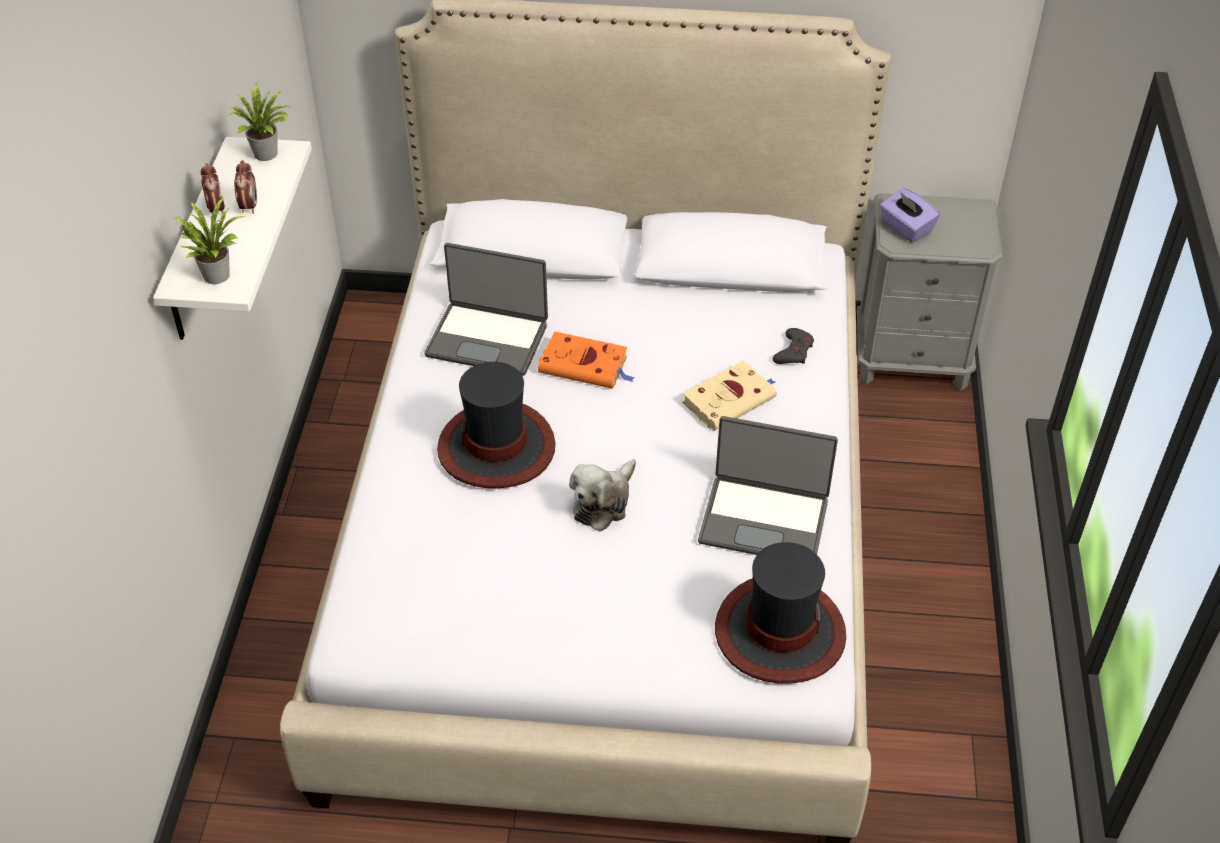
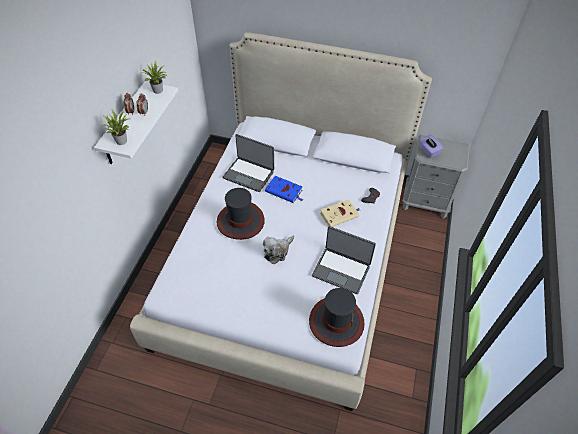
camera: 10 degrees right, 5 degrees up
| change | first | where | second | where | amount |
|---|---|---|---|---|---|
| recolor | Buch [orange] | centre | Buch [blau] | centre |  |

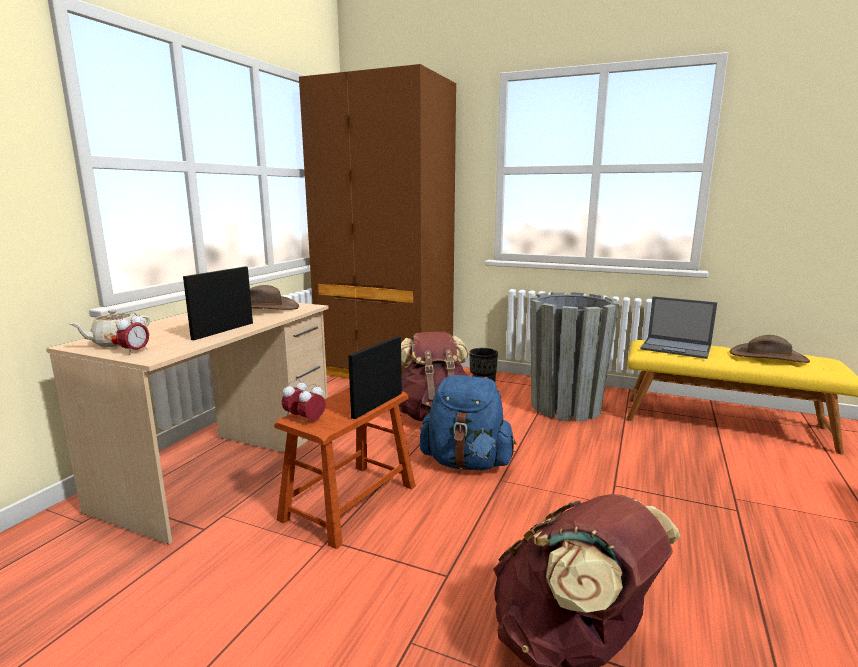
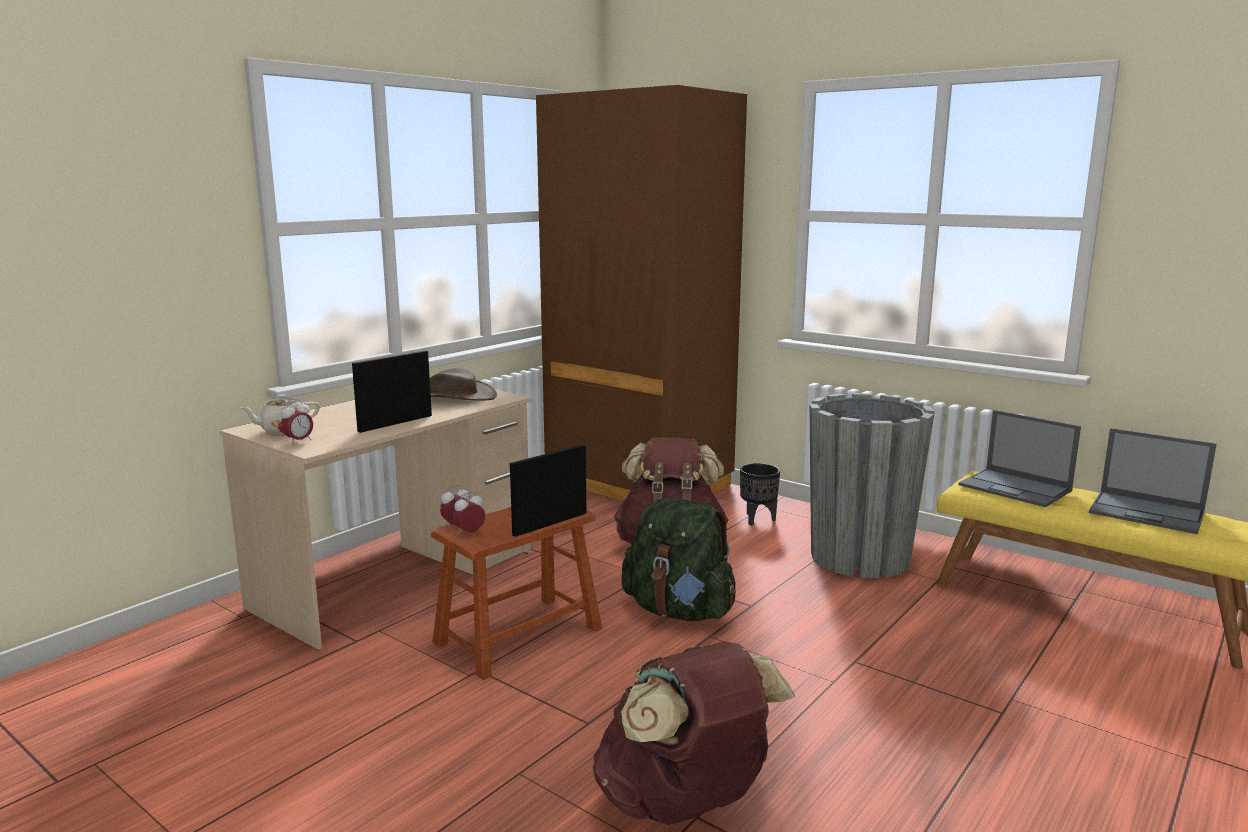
camera: 15 degrees right, 0 degrees up
| change | first | where | second | where | amount |
|---|---|---|---|---|---|
| recolor | Rucksack [blau] | centre | Rucksack [grün] | bottom centre |  |
| replace | Hut [braun] (2nd from left) | middle right | Laptop (2nd from left) | middle right |  |

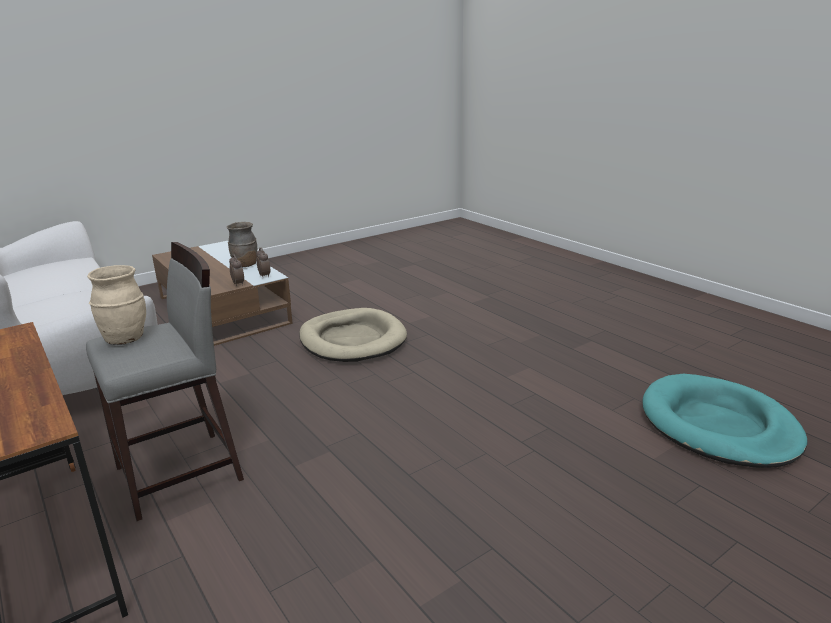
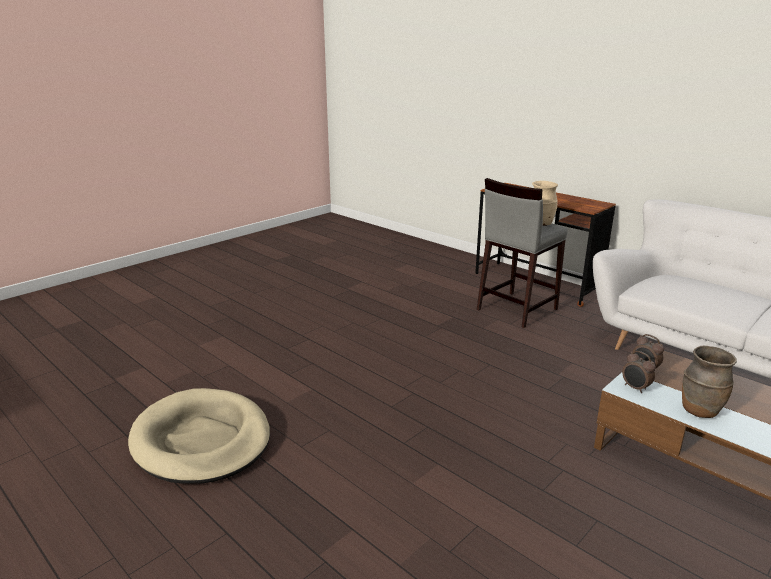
camera: 170 degrees right, 0 degrees up
| change | first | where | second | where | amount |
|---|---|---|---|---|---|
| move | Hundebett [beige] | centre |  | bottom left |  |
| delete | Hundebett [türkis] | bottom right |  |  |  |

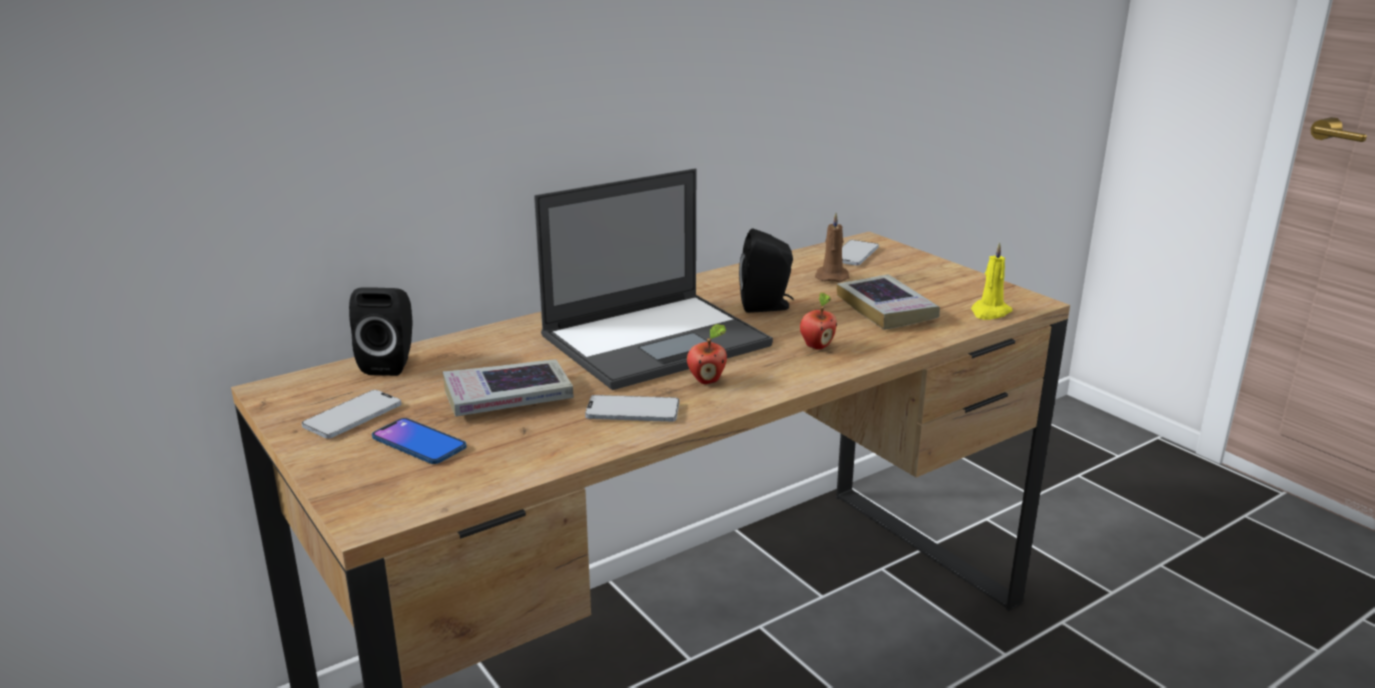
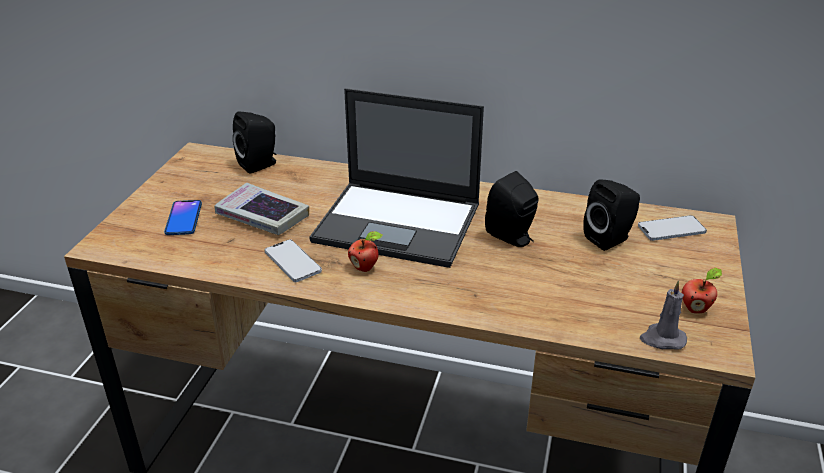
camera: 50 degrees right, 10 degrees up
| change | first | where | second | where | amount |
|---|---|---|---|---|---|
| replace | Kerze [braun] | centre | Lautsprecher [schwarz] (3rd from left) | middle right |  |
| recolor | Kerze [gelb] | middle right | Kerze [grau] | middle right |  |
| move | Apfel (2nd from left) | centre |  | middle right |  |
| delete | Handy (1st from left) | middle left |  |  |  |
| delete | Buch (2nd from left) | centre |  |  |  |

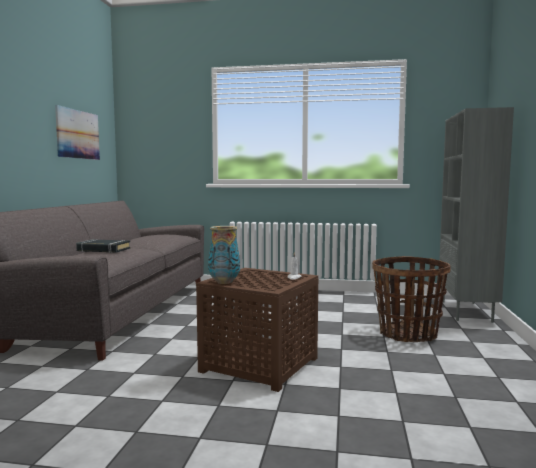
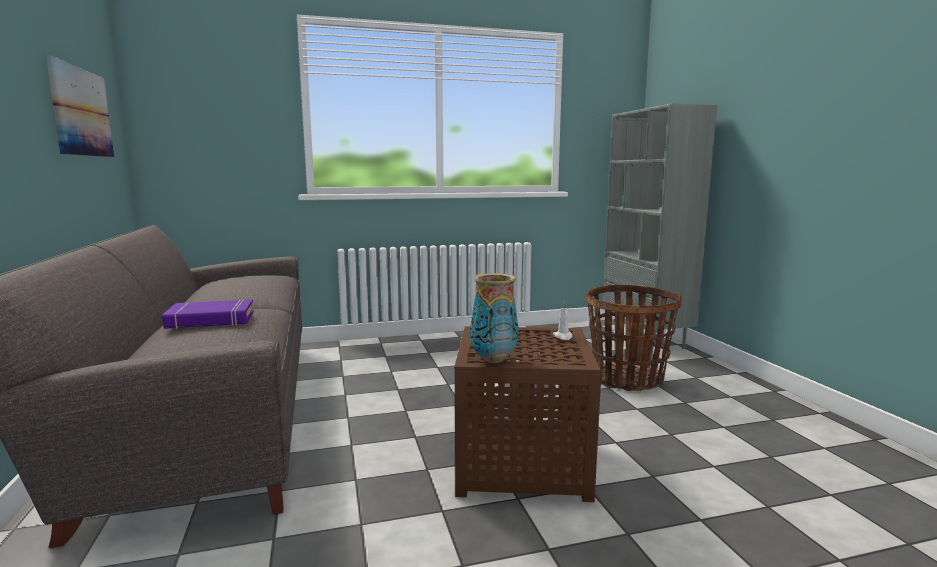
camera: 25 degrees left, 5 degrees up
| change | first | where | second | where | amount |
|---|---|---|---|---|---|
| recolor | Buch [schwarz] | middle left | Buch [lila] | middle left |  |

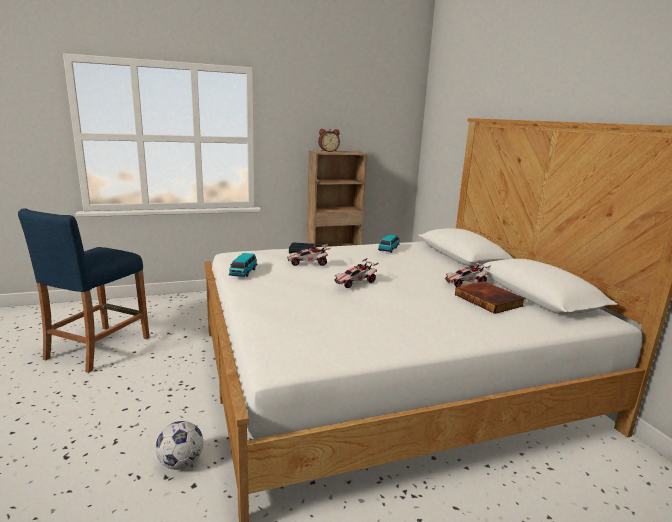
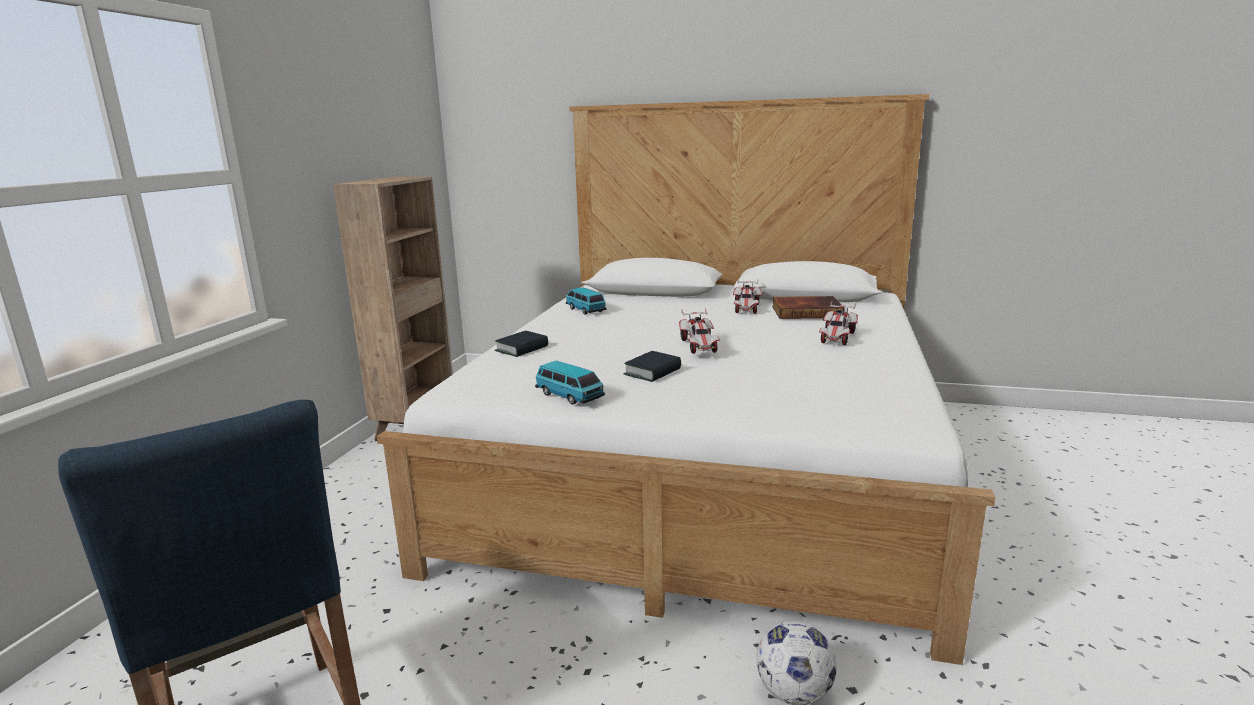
camera: 55 degrees left, 0 degrees up
| change | first | where | second | where | amount |
|---|---|---|---|---|---|
| insert |  |  | Buch (2nd from left) | centre |  |
| move | Spielzeugauto (2nd from left in the first image) | centre | Spielzeugauto (5th from left) | middle right |  |
| delete | Wecker | top centre |  |  |  |

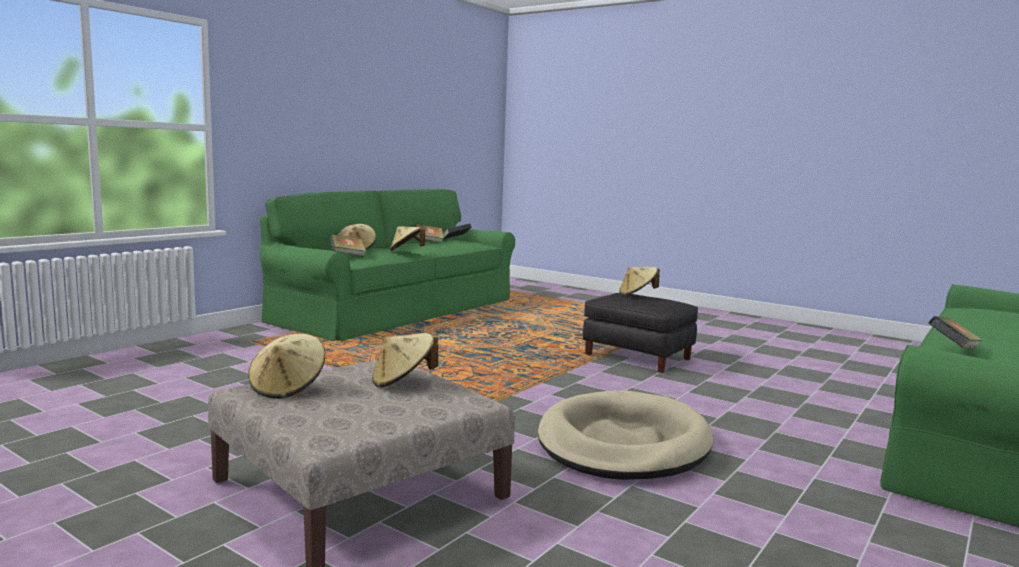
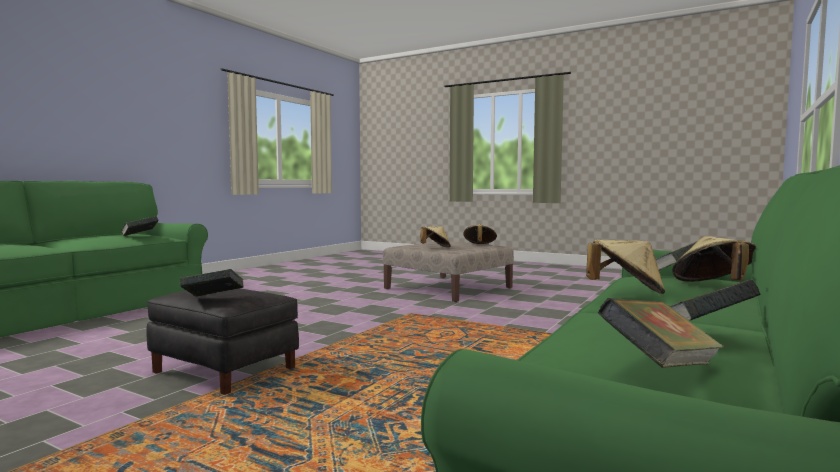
camera: 175 degrees right, 5 degrees down
| change | first | where | second | where | amount |
|---|---|---|---|---|---|
| replace | Hut [beige] (5th from left) | centre | Buch (2nd from left) | middle left |  |
| delete | Hundebett [beige] | bottom centre |  |  |  |

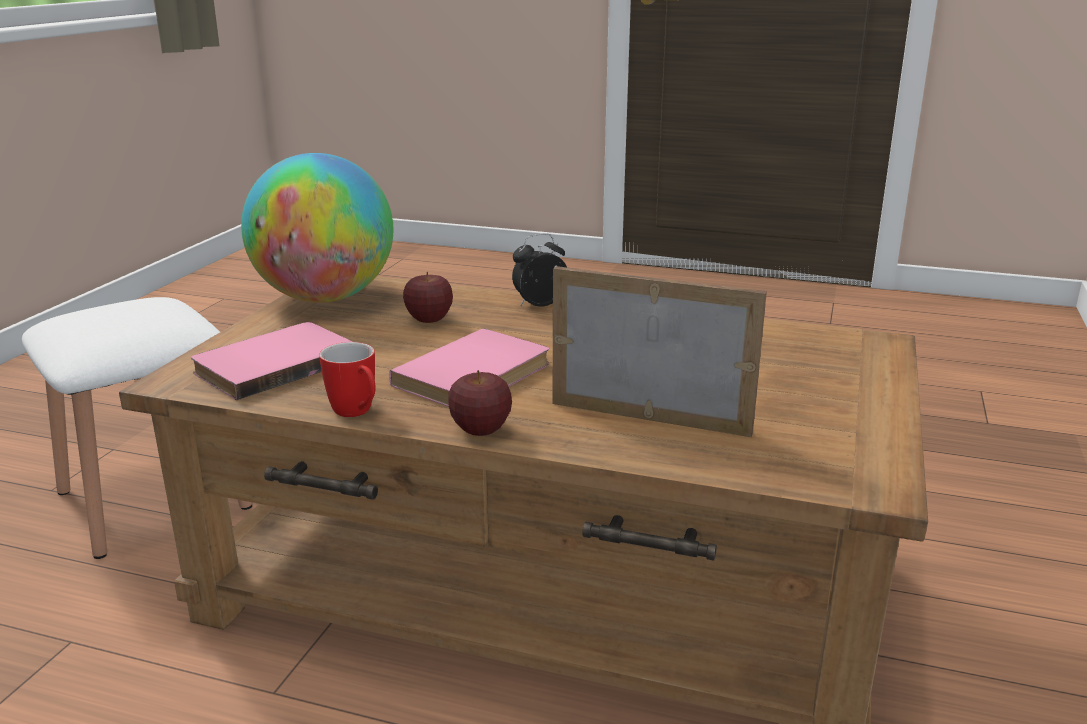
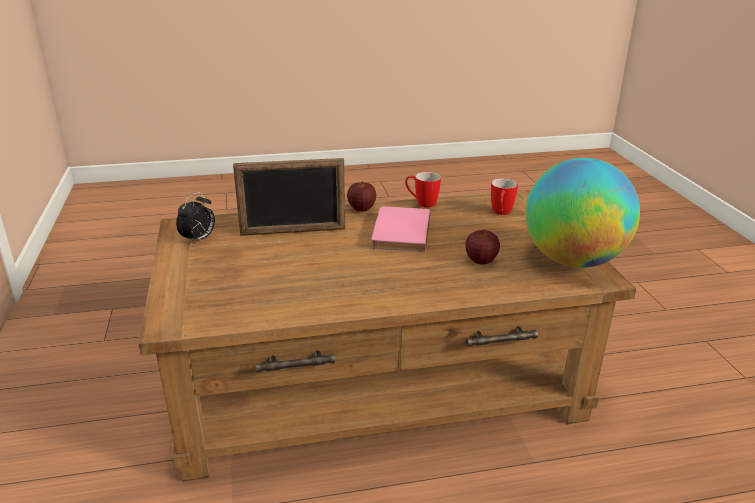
camera: 150 degrees right, 5 degrees up
| change | first | where | second | where | amount |
|---|---|---|---|---|---|
| move | Wecker | centre |  | middle left |  |
| replace | Buch [rosa] (1st from left) | middle left | Henkelbecher (2nd from left) | middle right |  |
| delete | Hocker [weiß] | middle left |  |  |  |

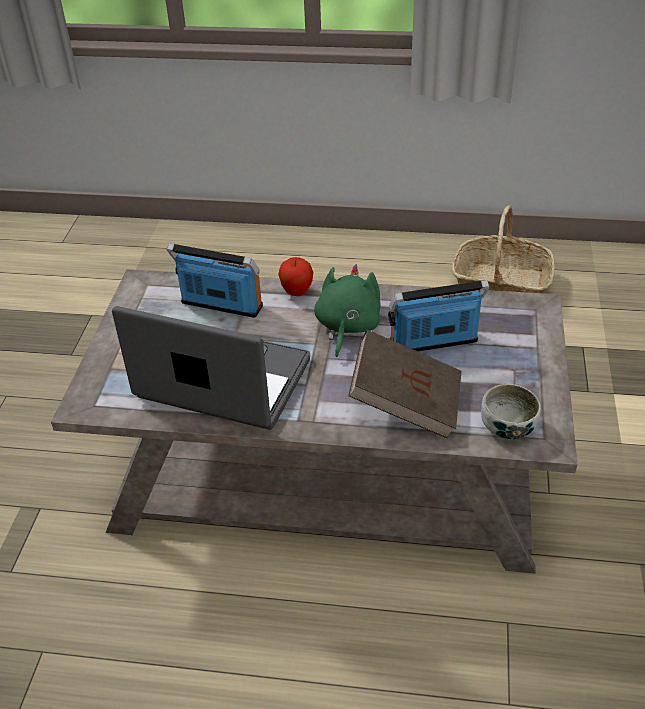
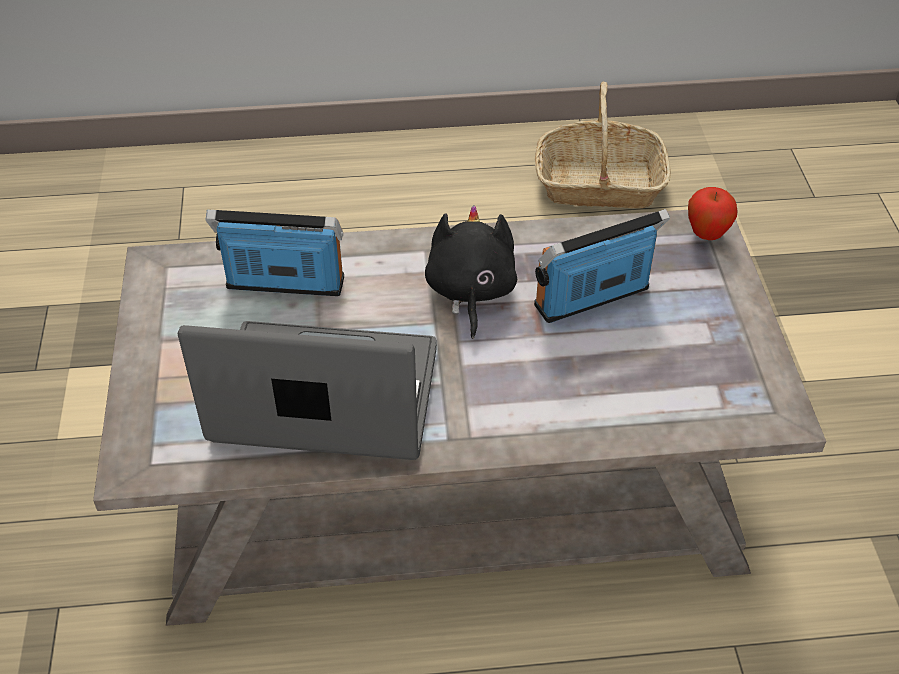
camera: 15 degrees left, 5 degrees up
| change | first | where | second | where | amount |
|---|---|---|---|---|---|
| recolor | Plüschtier [grün] | centre | Plüschtier [schwarz] | centre |  |
| move | Apfel | centre |  | top right |  |
| delete | Buch [braun] | centre |  |  |  |
| delete | Schüssel | middle right |  |  |  |

